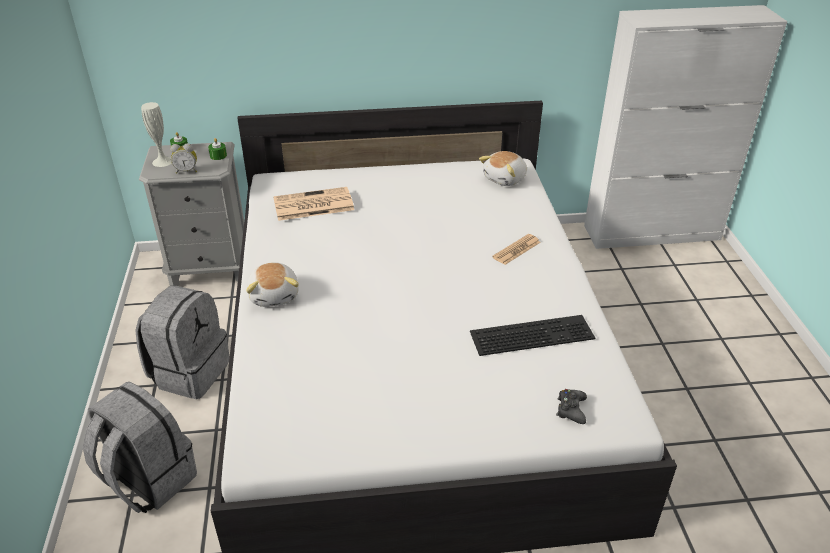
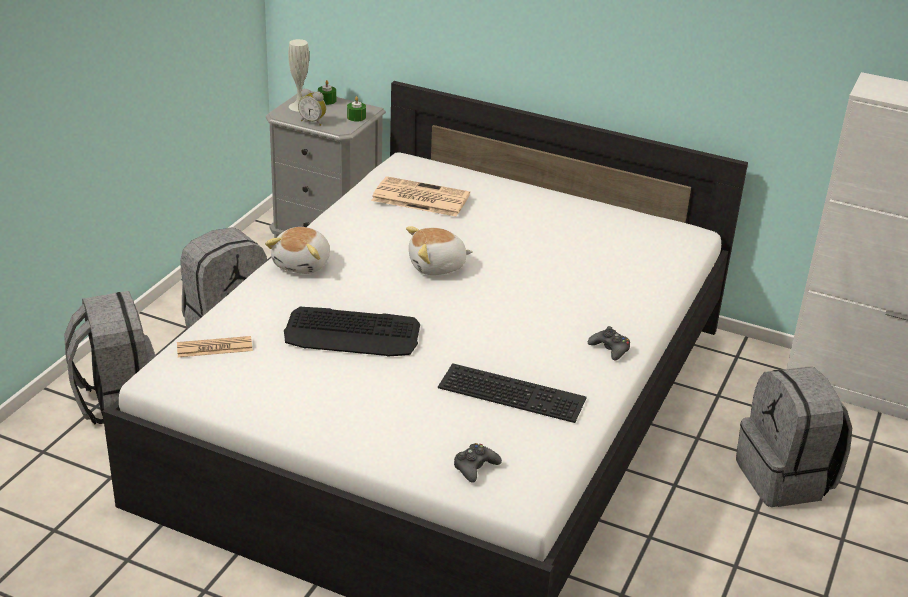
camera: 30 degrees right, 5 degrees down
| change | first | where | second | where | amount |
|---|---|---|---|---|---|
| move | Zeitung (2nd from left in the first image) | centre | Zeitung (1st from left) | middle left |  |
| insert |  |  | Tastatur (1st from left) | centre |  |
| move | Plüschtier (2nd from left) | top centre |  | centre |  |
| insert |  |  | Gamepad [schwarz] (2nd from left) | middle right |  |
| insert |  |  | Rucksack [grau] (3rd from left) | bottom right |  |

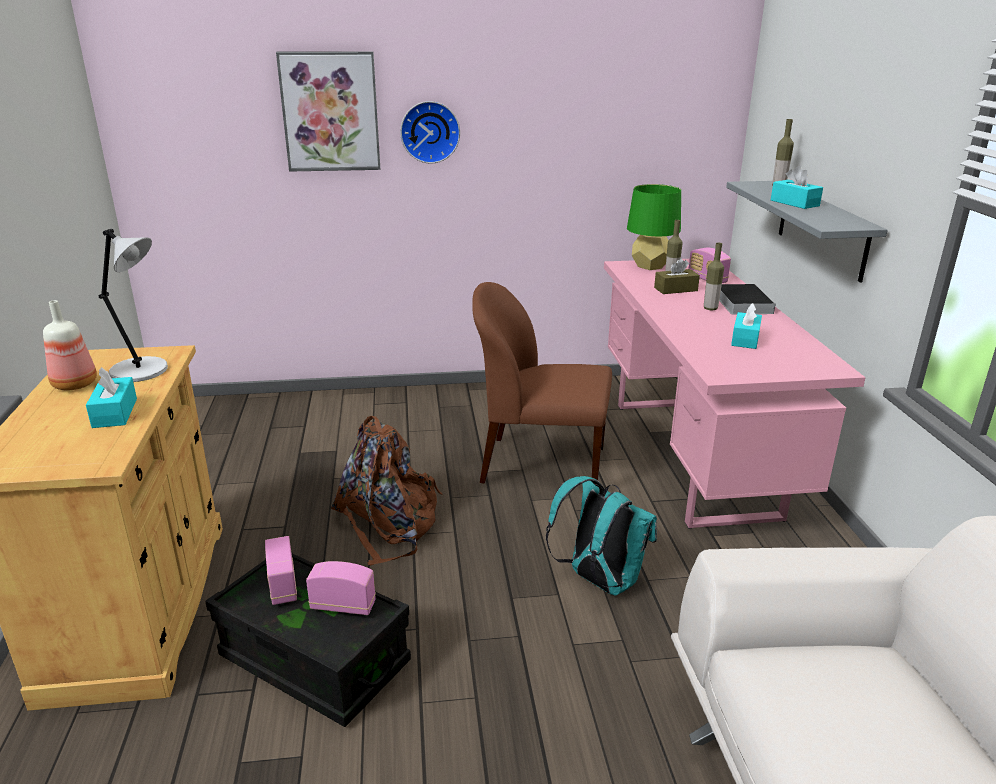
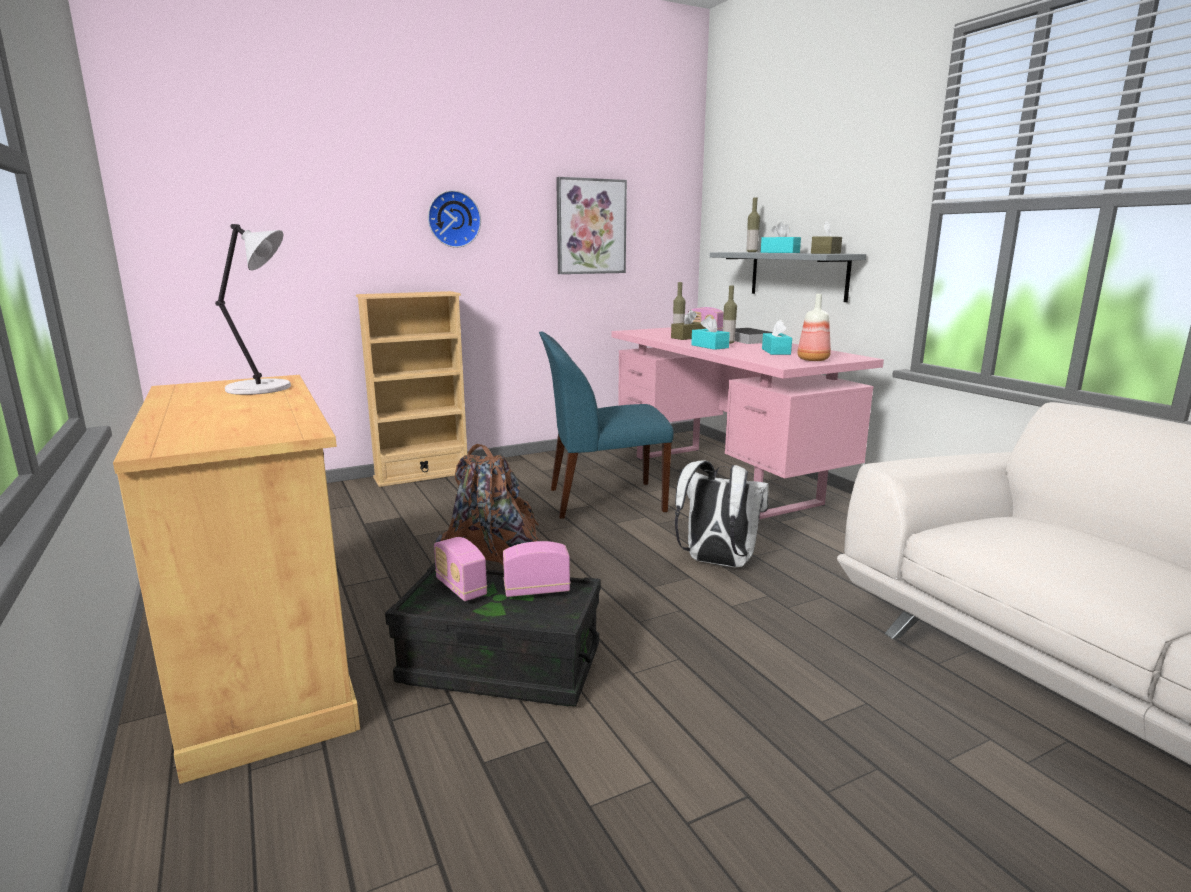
camera: 20 degrees left, 10 degrees down
| change | first | where | second | where | amount |
|---|---|---|---|---|---|
| insert |  |  | Bücherregal [beige] | centre |  |
| recolor | Stuhl [braun] | centre | Stuhl [blau] | centre |  |
| move | Bild | top left |  | top centre |  |
| recolor | Rucksack [türkis] | bottom centre | Rucksack [weiß] | centre |  |
| move | Taschentuchbox [türkis] (1st from left) | middle left |  | centre |  |
| move | Flasche (1st from left in the first image) | middle left | Flasche (4th from left) | middle right |  |
| insert |  |  | Taschentuchbox [braun] (2nd from left) | top right |  |
| delete | Tischlampe [grün] | top centre |  |  |  |

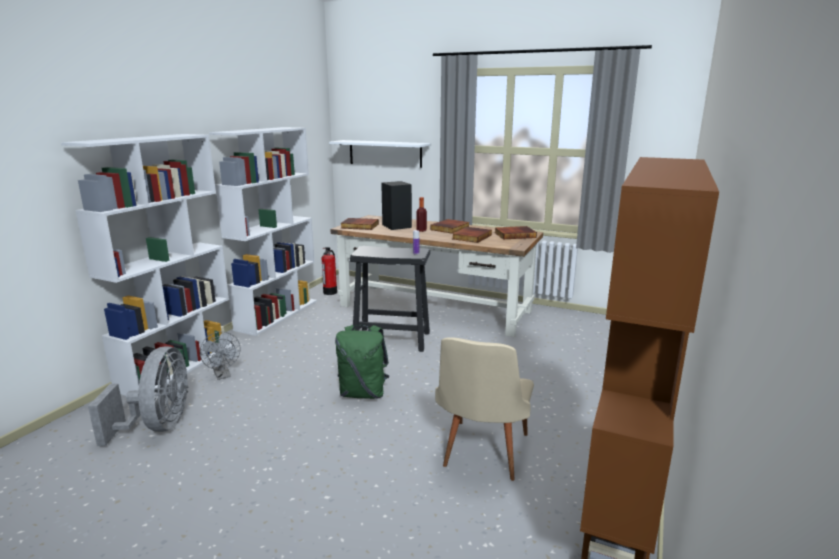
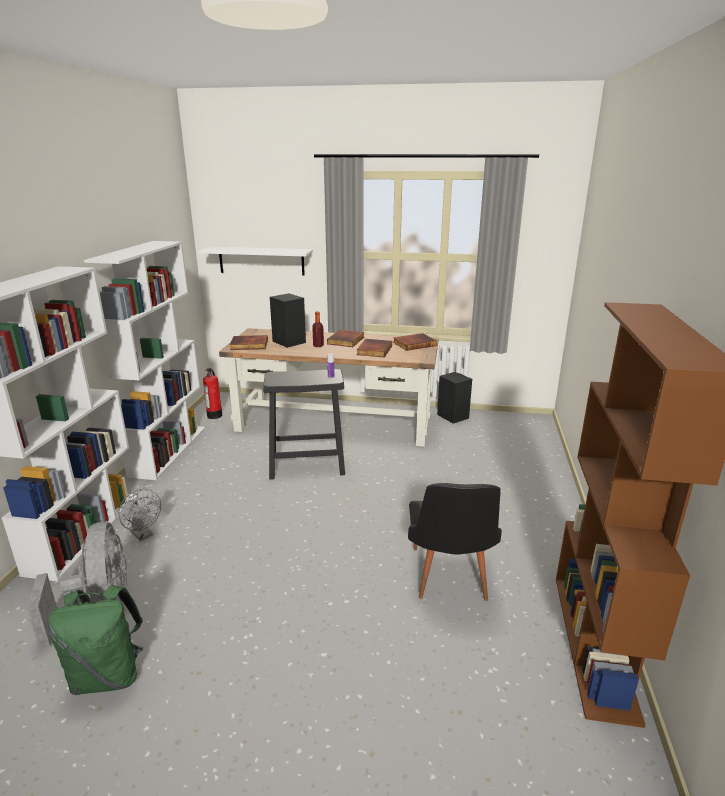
camera: 15 degrees left, 5 degrees up
| change | first | where | second | where | amount |
|---|---|---|---|---|---|
| move | Rucksack [grün] | centre |  | bottom left |  |
| recolor | Stuhl [beige] | bottom centre | Stuhl [schwarz] | bottom centre |  |
| insert |  |  | Lautsprecher [schwarz] (2nd from left) | centre |  |

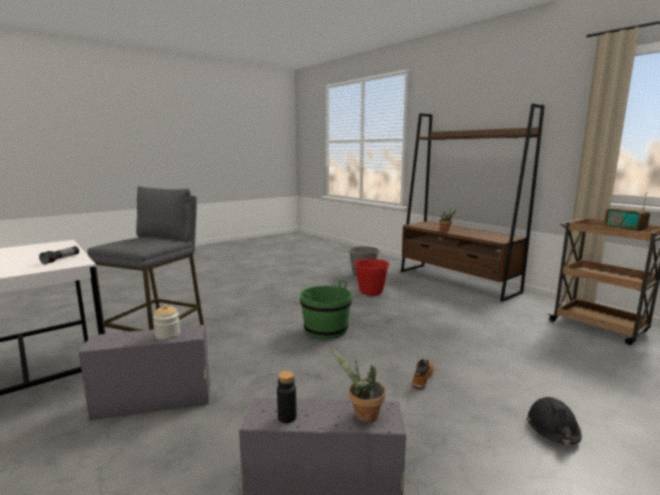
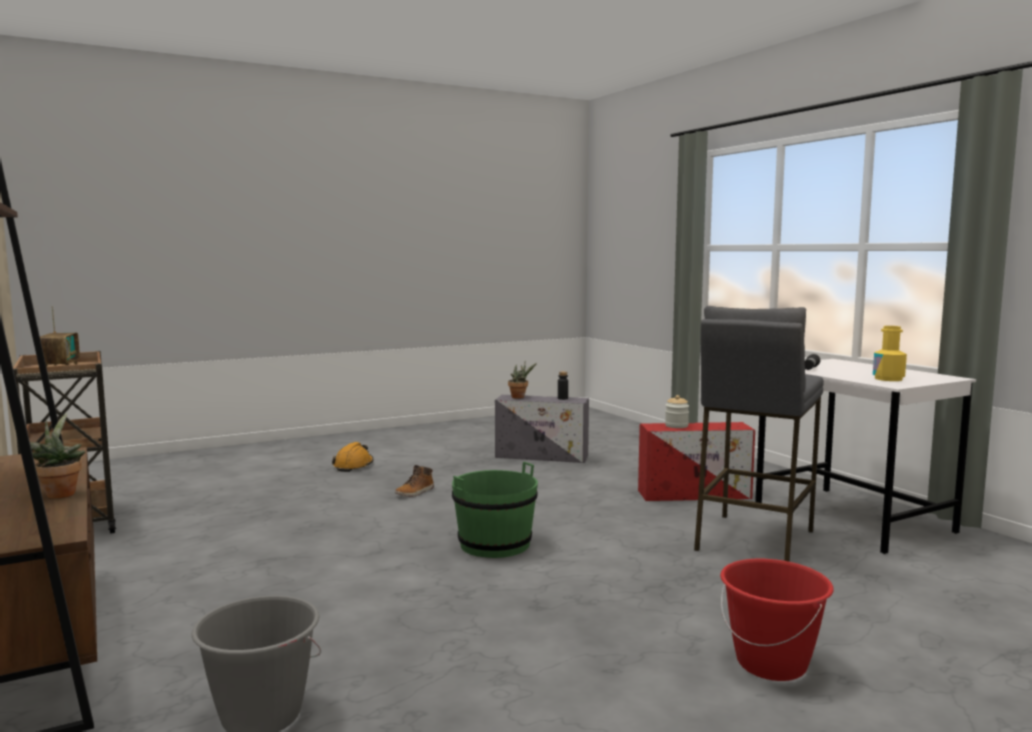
camera: 170 degrees left, 5 degrees down
| change | first | where | second | where | amount |
|---|---|---|---|---|---|
| recolor | Schutzhelm [schwarz] | bottom right | Schutzhelm [orange] | centre |  |
| recolor | Aufbewahrungsbox [grau] (1st from left) | bottom left | Aufbewahrungsbox [rot] | middle right |  |
| move | Eimer [rot] | centre |  | bottom right |  |
| insert |  |  | Flasche [gelb] | middle right |  |

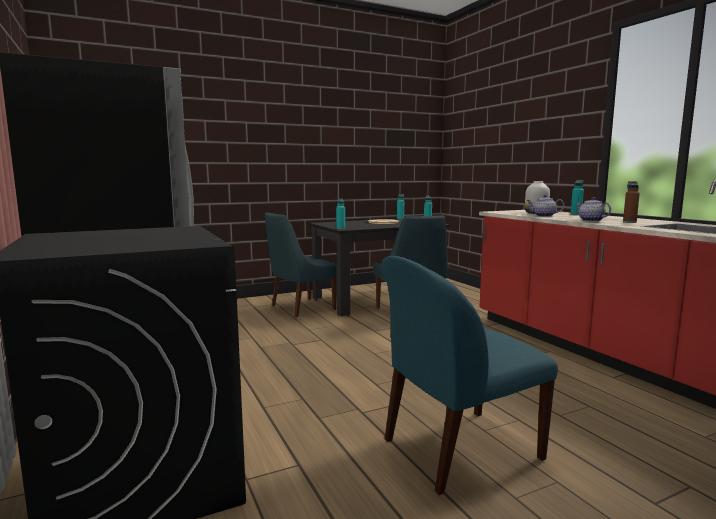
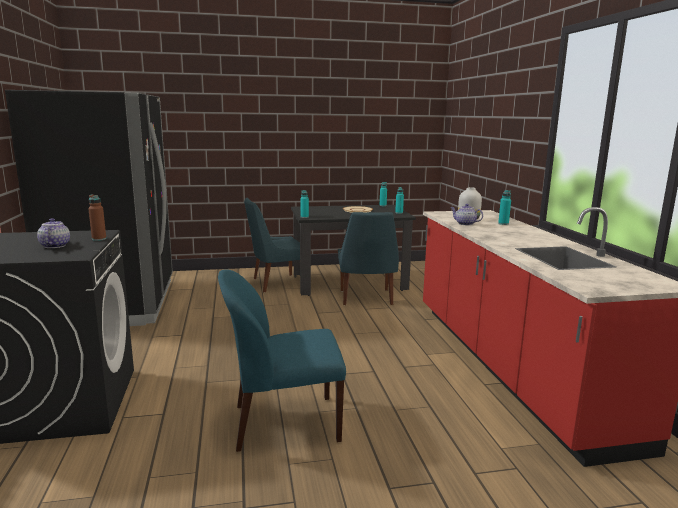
camera: 15 degrees right, 5 degrees up
| change | first | where | second | where | amount |
|---|---|---|---|---|---|
| move | Teekanne (2nd from left in the first image) | middle right | Teekanne (1st from left) | middle left |  |
| move | Flasche [braun] | middle right |  | middle left |  |

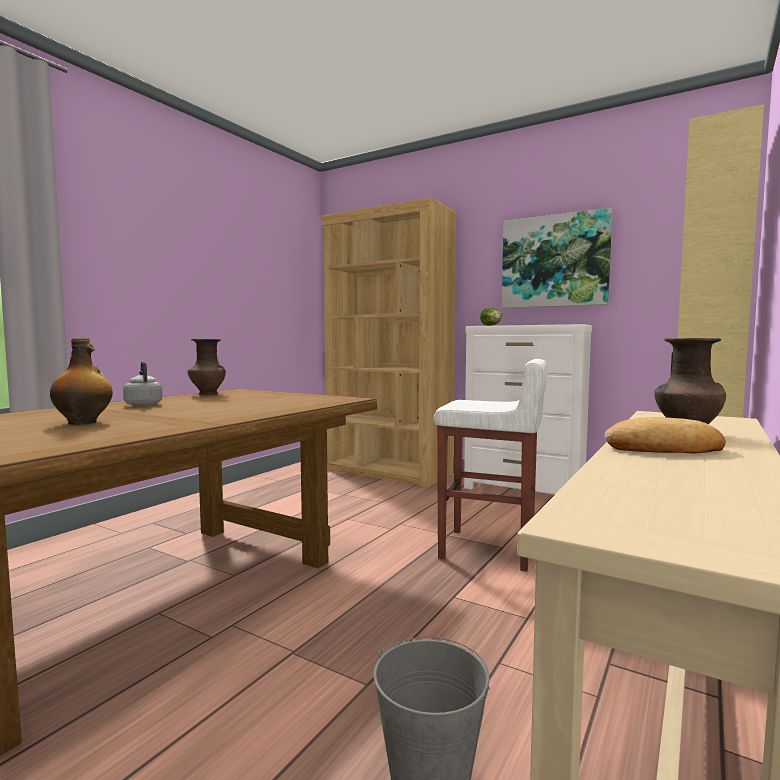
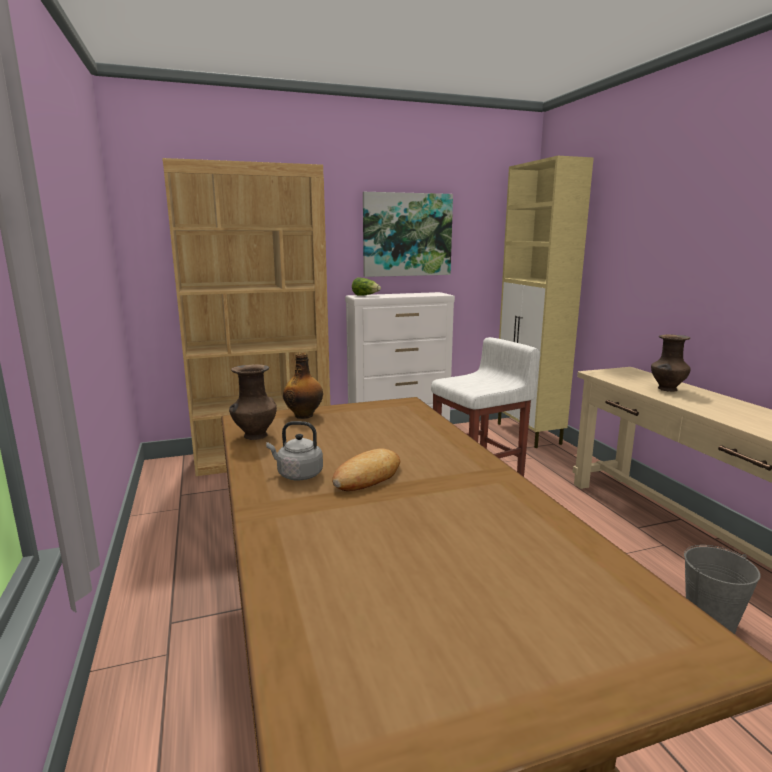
camera: 50 degrees left, 10 degrees up
| change | first | where | second | where | amount |
|---|---|---|---|---|---|
| move | Flasche | middle left |  | centre |  |
| move | Brot | middle right |  | centre |  |

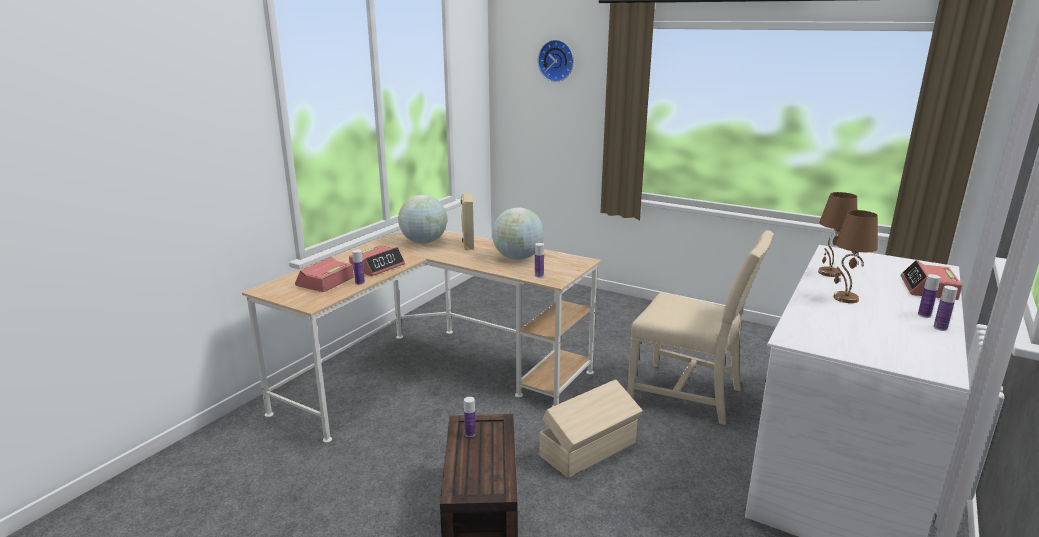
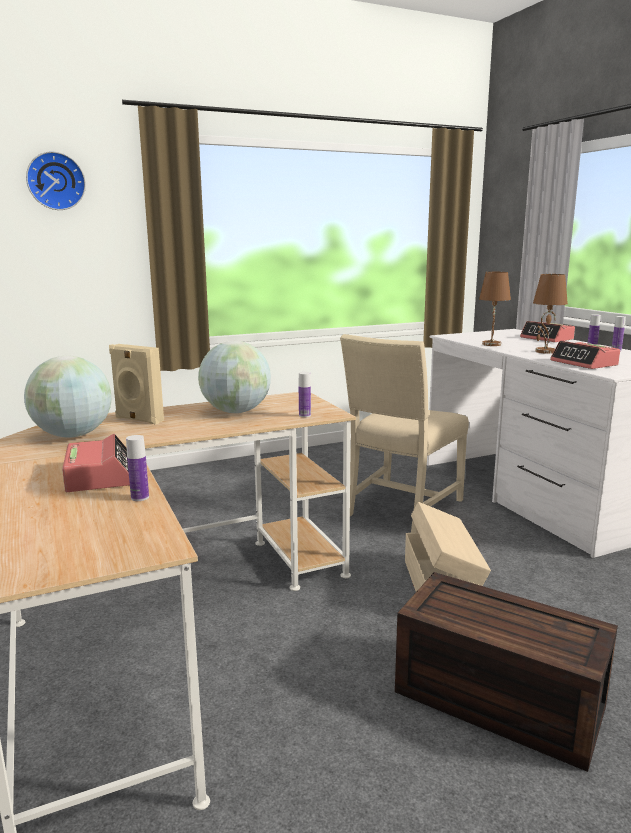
camera: 55 degrees left, 5 degrees down
| change | first | where | second | where | amount |
|---|---|---|---|---|---|
| rotate | Stuhl [beige] | middle right |  | centre | 150 degrees clockwise |
| move | Wecker (1st from left in the first image) | middle left | Wecker (3rd from left) | middle right |  |
| delete | Flasche (2nd from left) | bottom centre |  |  |  |

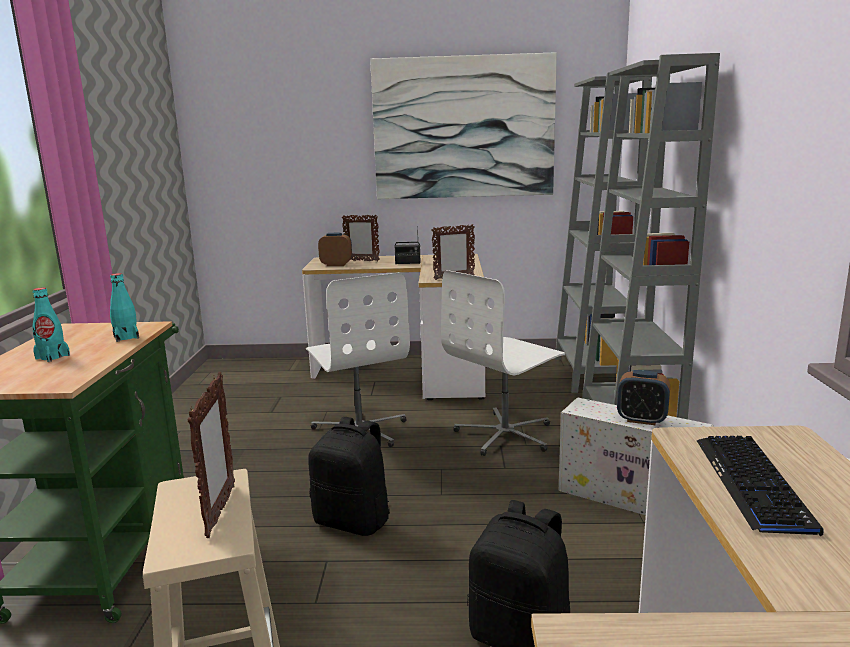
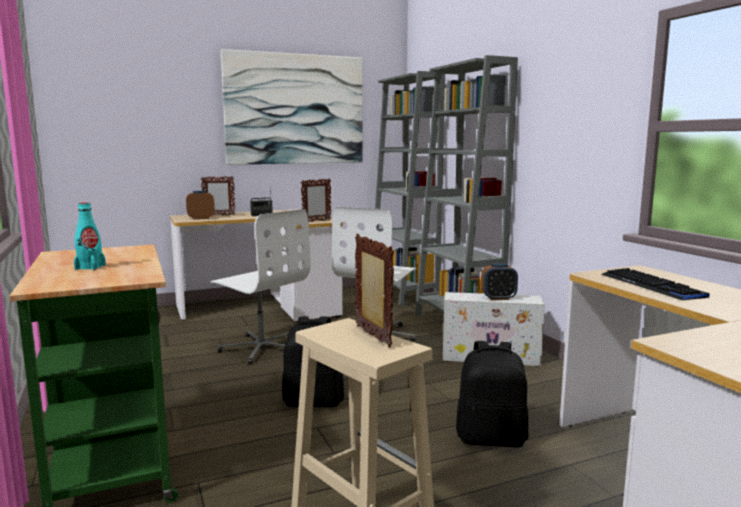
camera: 25 degrees left, 5 degrees down
| change | first | where | second | where | amount |
|---|---|---|---|---|---|
| delete | Flasche [türkis] (2nd from left) | middle left |  |  |  |

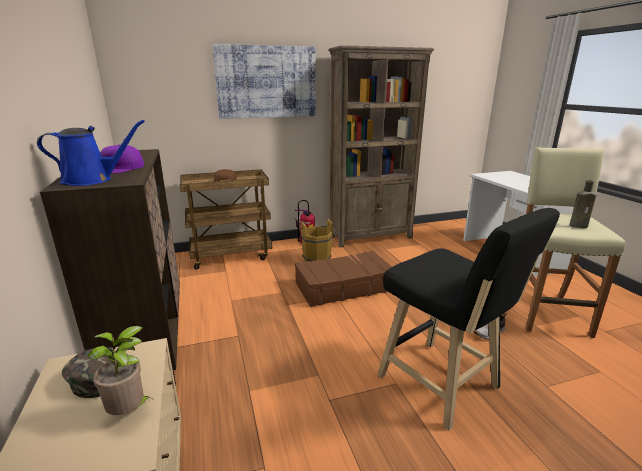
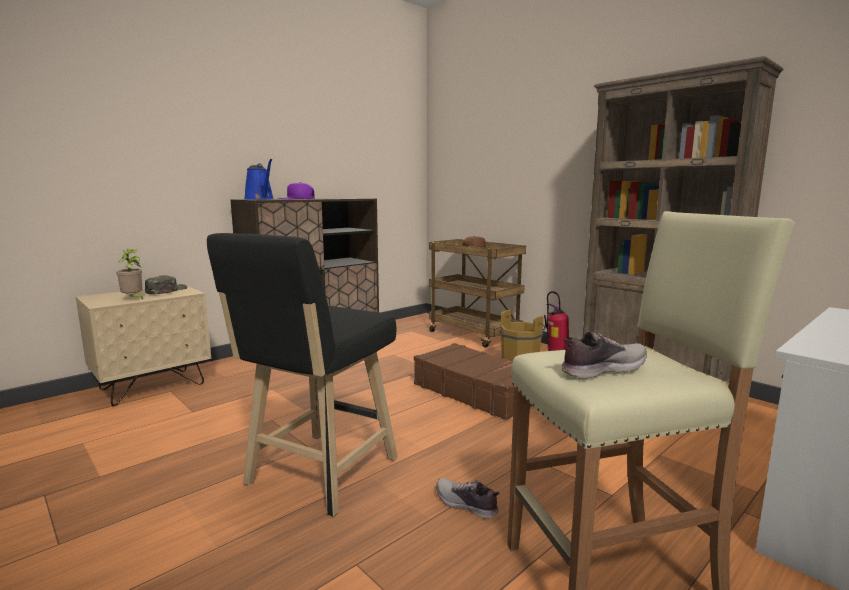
camera: 65 degrees right, 10 degrees down
| change | first | where | second | where | amount |
|---|---|---|---|---|---|
| replace | Flasche [braun] | middle right | Schuh (2nd from left) | middle right |  |
| delete | Bild | top centre |  |  |  |

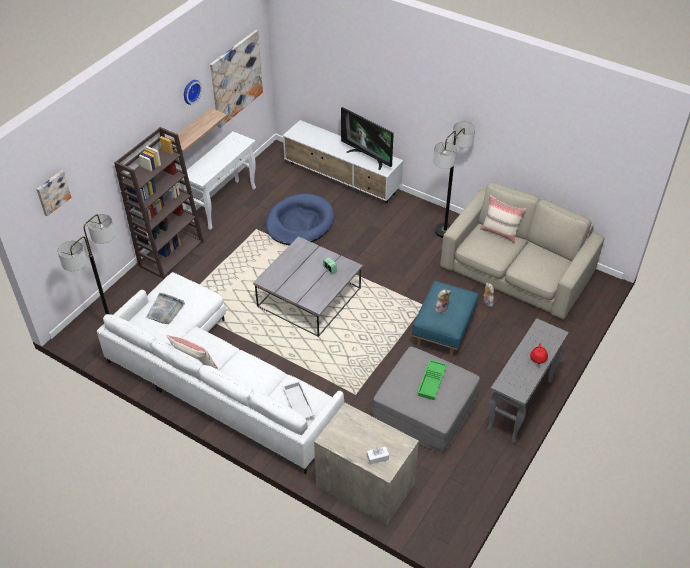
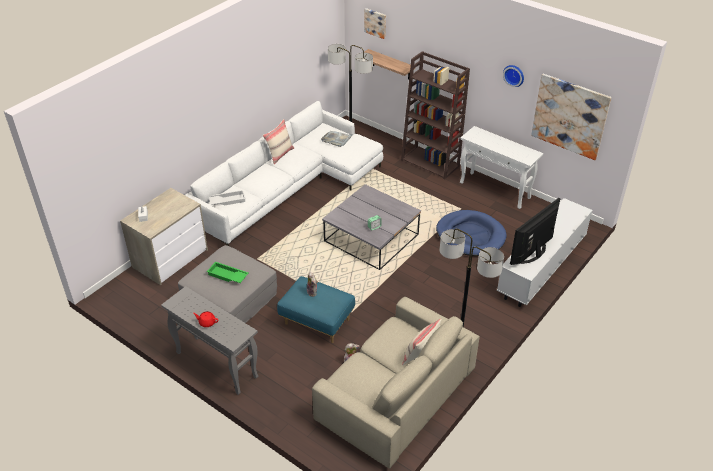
camera: 95 degrees right, 5 degrees down
| change | first | where | second | where | amount |
|---|---|---|---|---|---|
| move | Wandregal | top left |  | top centre |  |

